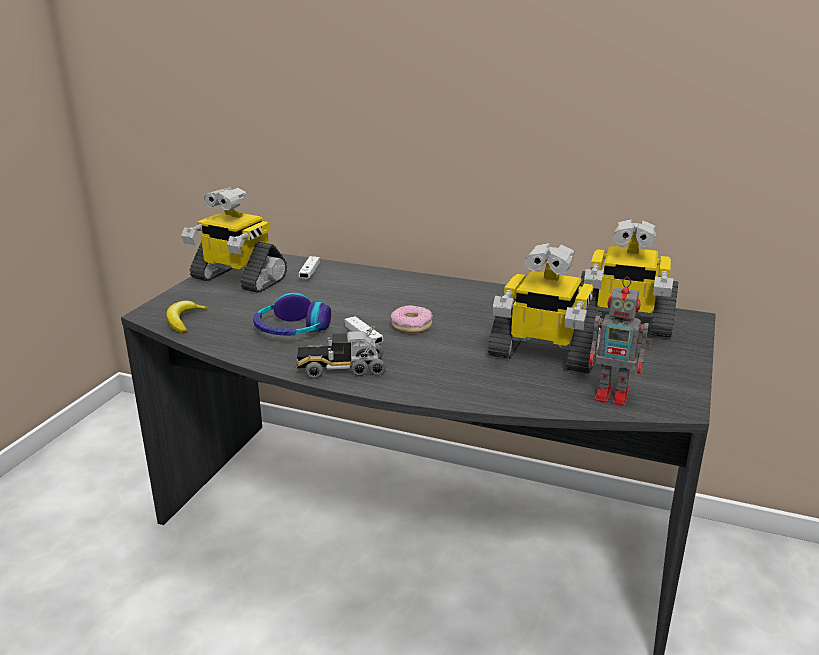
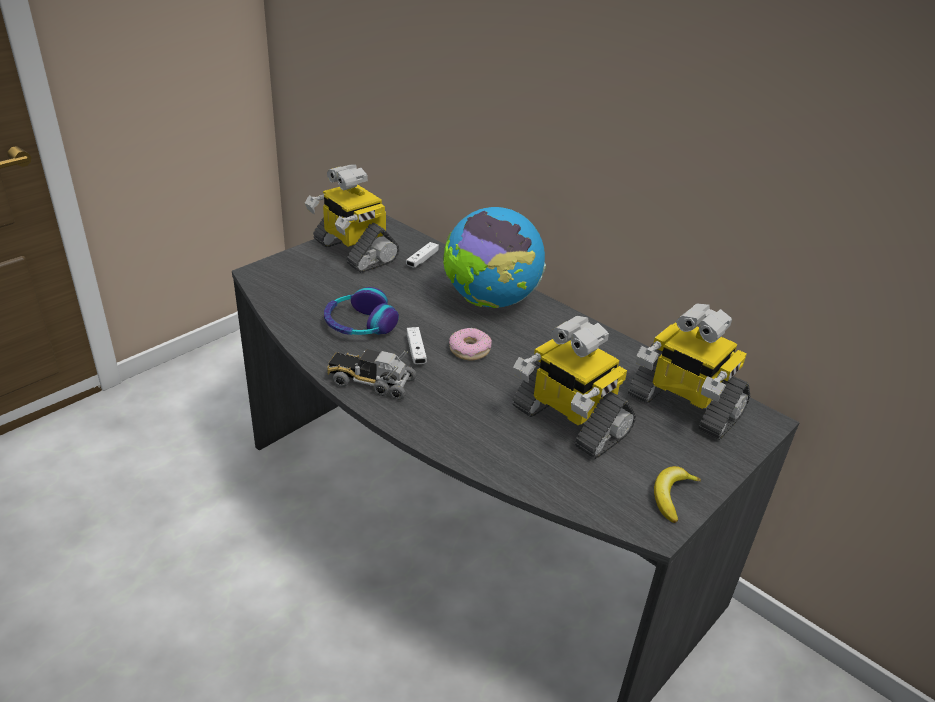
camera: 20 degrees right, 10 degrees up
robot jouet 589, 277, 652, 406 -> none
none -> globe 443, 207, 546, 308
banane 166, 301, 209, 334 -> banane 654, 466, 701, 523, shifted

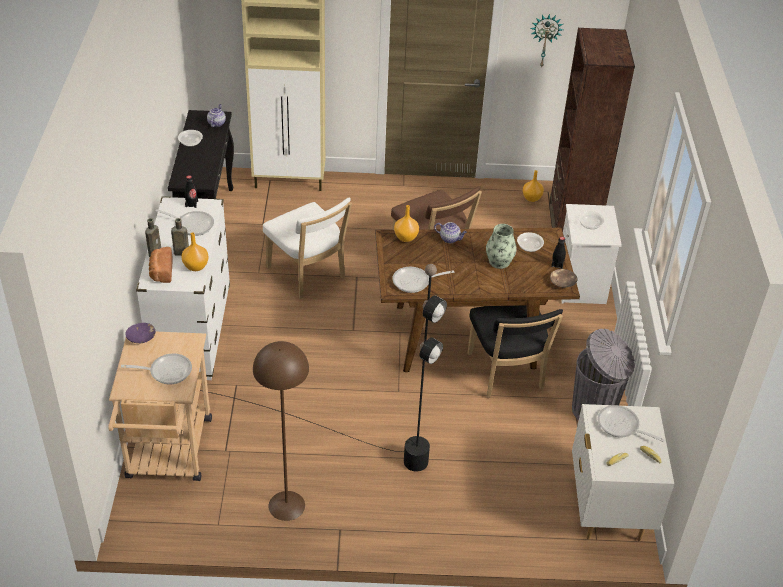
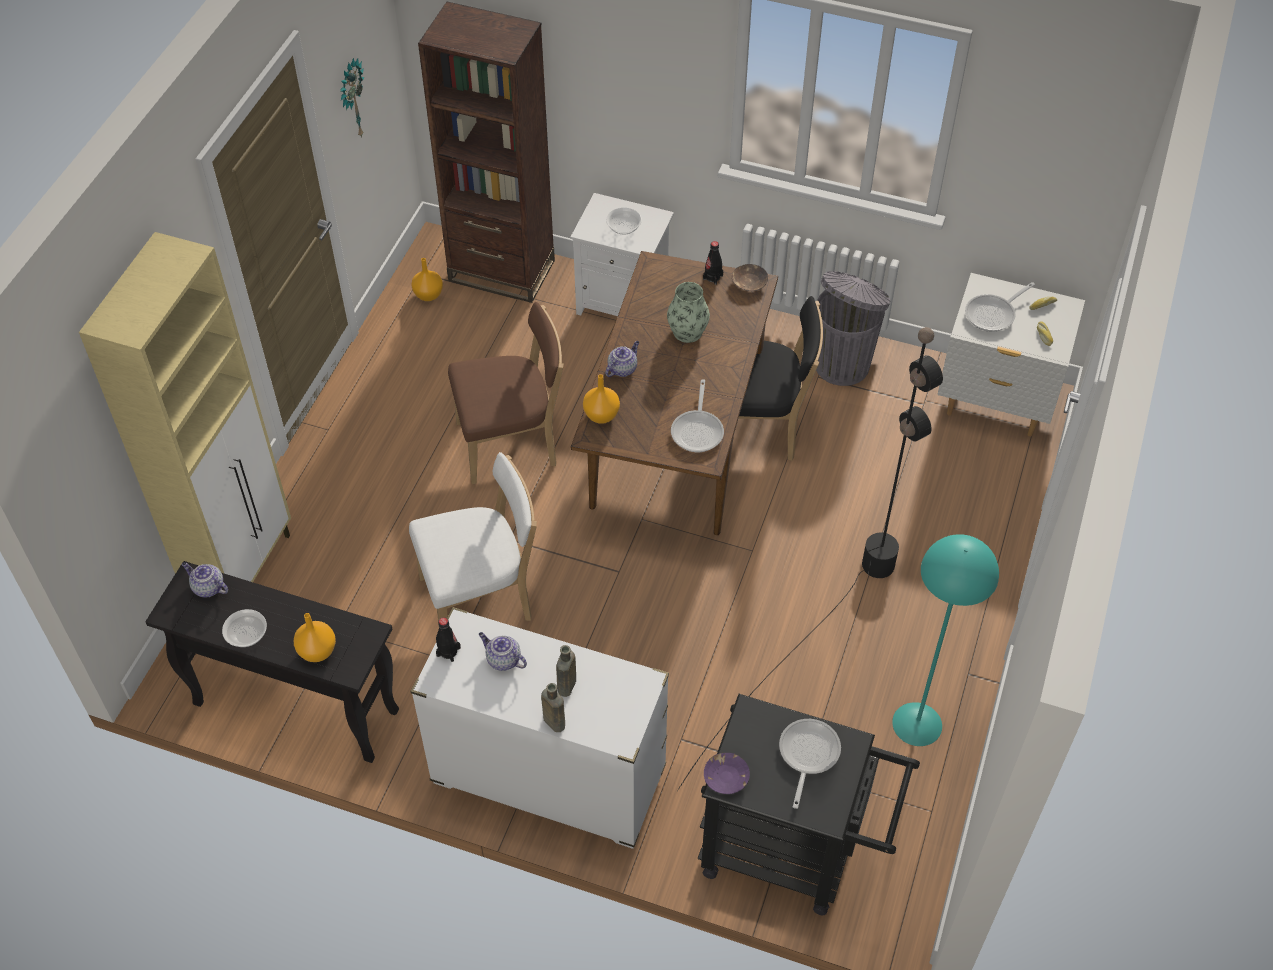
camera: 70 degrees left, 10 degrees up
pain 149, 247, 173, 283 -> none
bol 517, 232, 544, 252 -> none
vase [orange] 181, 232, 209, 271 -> vase [orange] 294, 613, 336, 662, shifted
poêle 156, 209, 214, 236 -> théière 478, 632, 527, 671
chariot [beige] 109, 331, 212, 481 -> chariot [noir] 698, 694, 920, 915
lampadaire [marron] 253, 341, 309, 521 -> lampadaire [turquoise] 892, 534, 999, 746

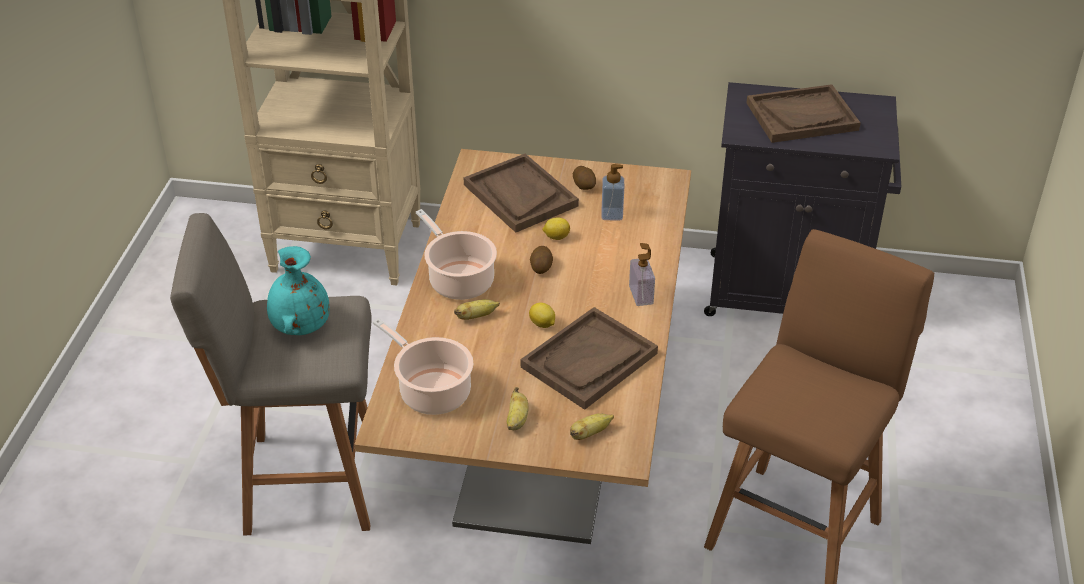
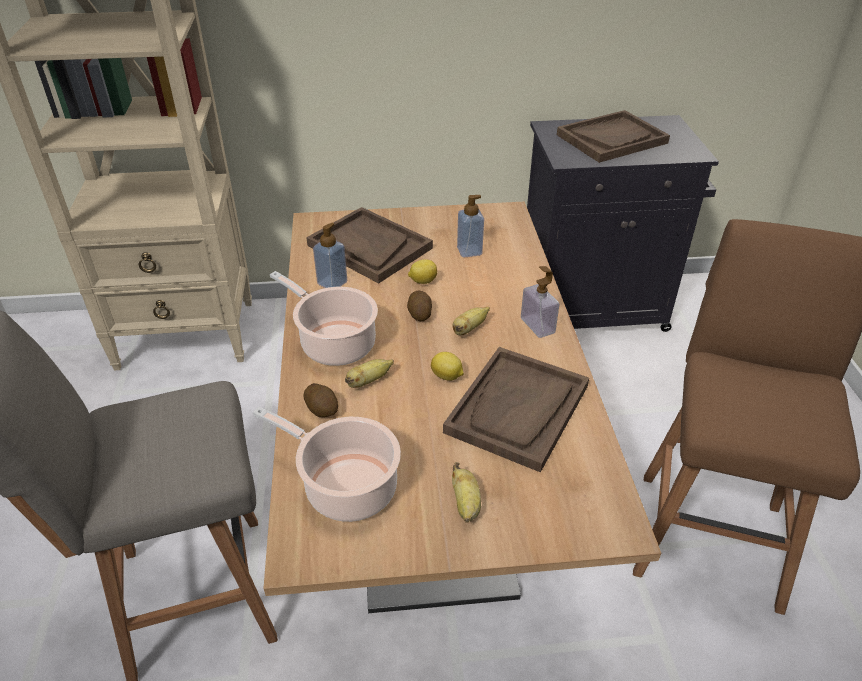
camera: 15 degrees left, 0 degrees up
vase [turquoise] 267, 246, 330, 335 -> none
none -> distributeur de savon 313, 223, 347, 288
banane 570, 413, 614, 440 -> banane 453, 307, 490, 335, shifted
pomme de terre 573, 166, 596, 190 -> pomme de terre 303, 383, 338, 417, shifted

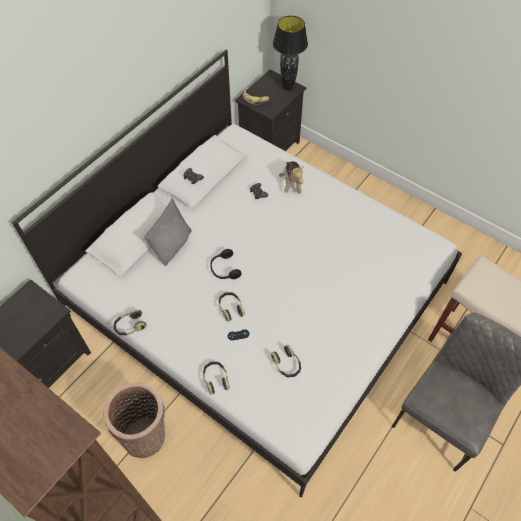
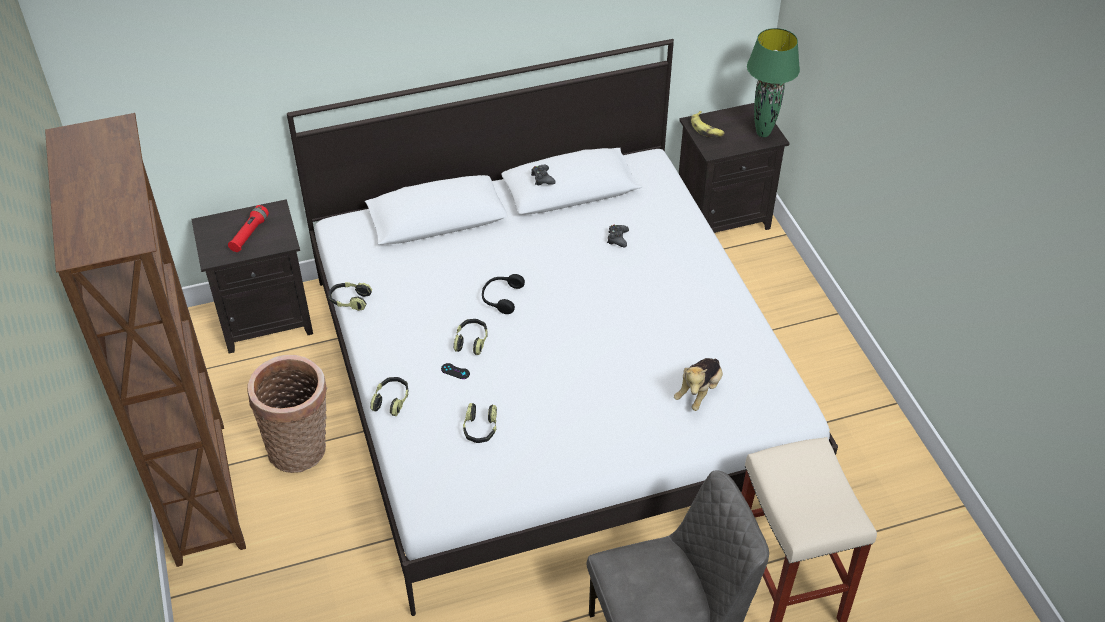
camera: 35 degrees right, 10 degrees down
coussin [gris] 144, 199, 191, 266 -> none
none -> lampe de poche [rouge] 228, 205, 269, 252
peluche 279, 161, 304, 194 -> peluche 674, 358, 723, 411, shifted
lampe de table [noir] 273, 16, 308, 91 -> lampe de table [vert] 747, 28, 800, 137

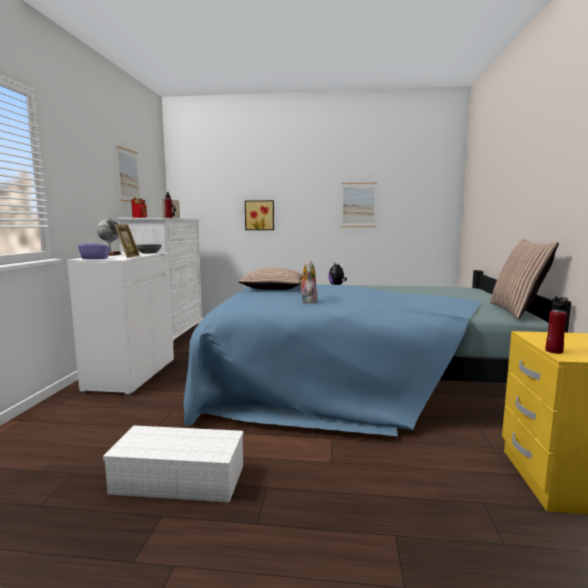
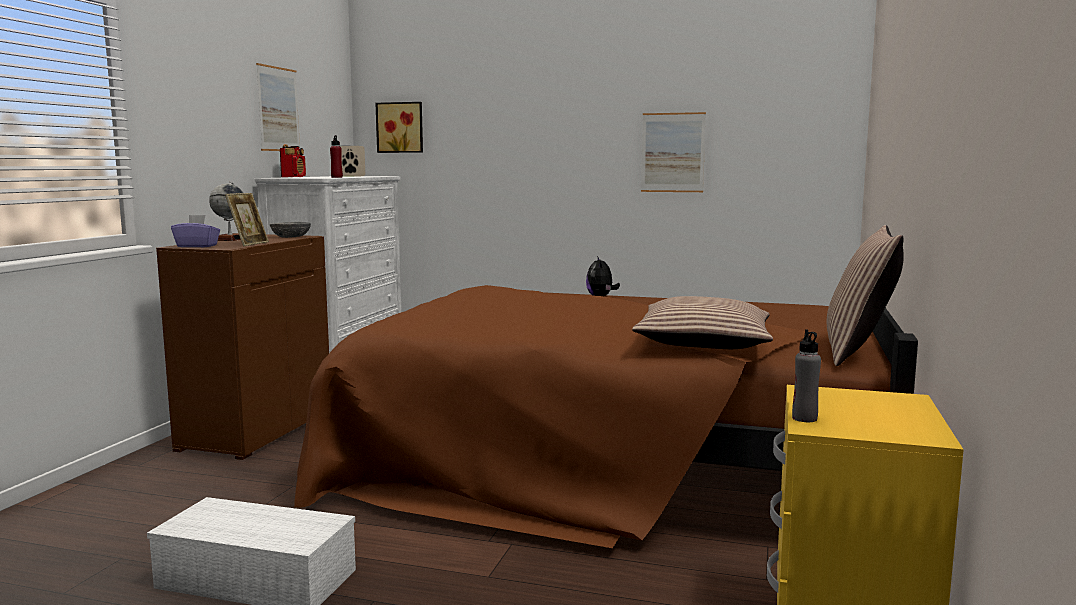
camera: 10 degrees right, 0 degrees up
peluche 299, 260, 318, 303 -> none
coussin 239, 268, 303, 290 -> coussin 632, 296, 773, 349, shifted
tableau 245, 200, 274, 230 -> tableau 375, 102, 423, 153, shifted
meuble de rangement [blanc] 67, 252, 174, 396 -> meuble de rangement [marron] 156, 234, 329, 460
lit [bleu] 183, 270, 571, 436 -> lit [marron] 294, 285, 918, 548
bouteille [rouge] 546, 296, 568, 354 -> bouteille [gris] 792, 329, 821, 422

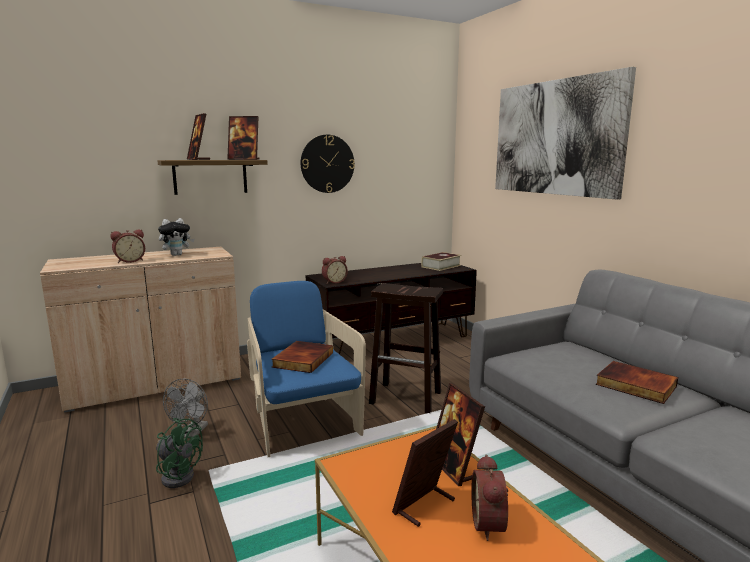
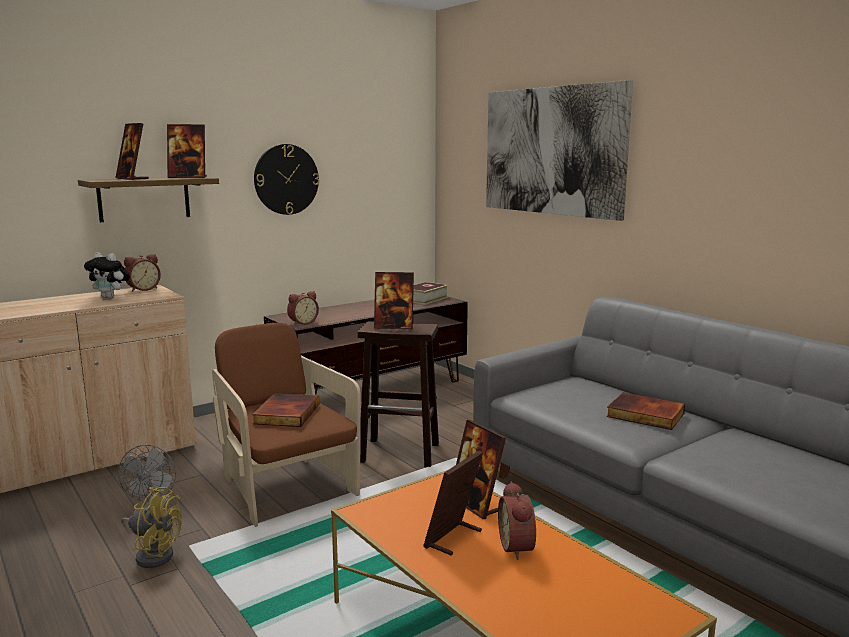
camera: 10 degrees left, 0 degrees up
none -> cadre photo 374, 272, 414, 329
réveil 111, 229, 145, 263 -> réveil 124, 254, 161, 292, shifted
ventilateur [vert] 156, 418, 203, 488 -> ventilateur [jaune] 121, 487, 182, 568
fauteuil [bleu] 247, 281, 366, 457 -> fauteuil [marron] 212, 323, 361, 527
peluche 158, 218, 195, 256 -> peluche 84, 252, 130, 299, 60 degrees clockwise

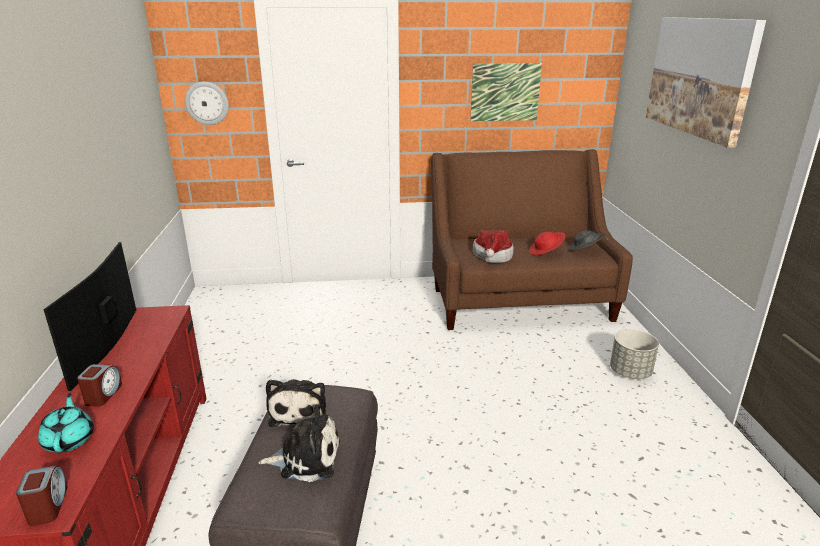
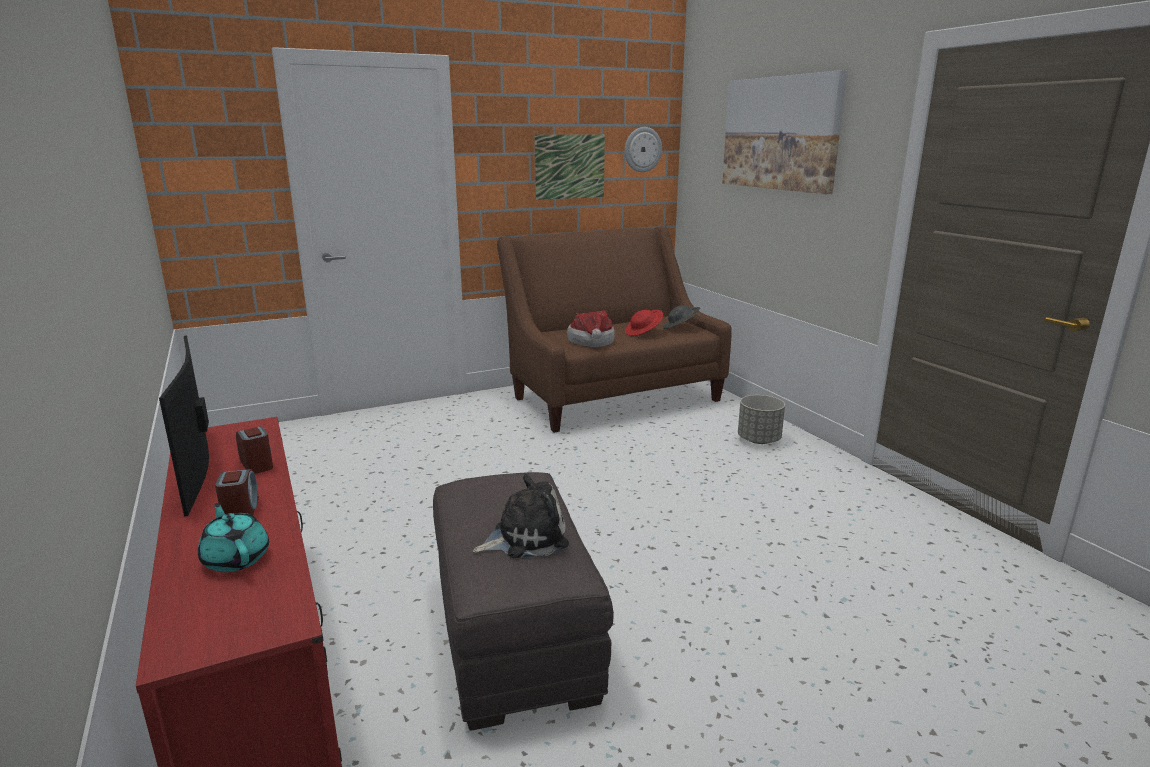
camera: 20 degrees left, 5 degrees down
peluche 266, 379, 326, 427 -> none
réveil 16, 465, 68, 526 -> réveil 236, 426, 273, 474, shifted
horloge murale 185, 82, 229, 125 -> horloge murale 625, 127, 662, 172, shifted

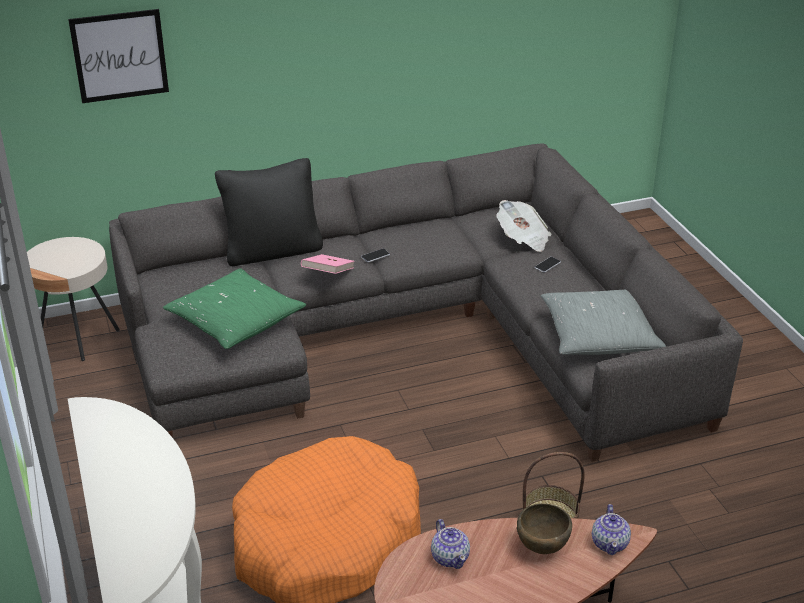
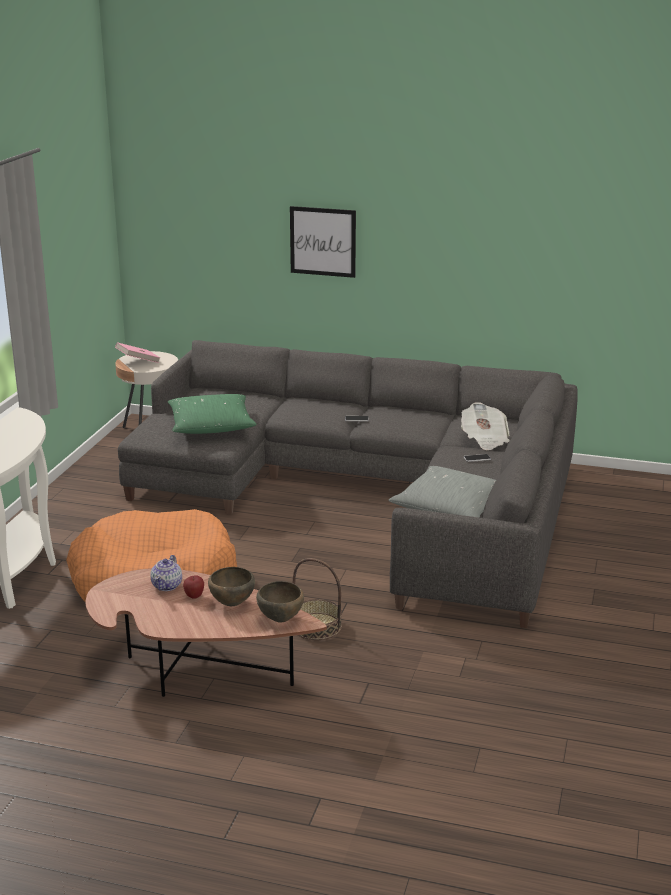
camera: 35 degrees right, 10 degrees down
coussin [noir] 215, 158, 323, 266 -> none
none -> pomme 183, 575, 204, 599
tableau 68, 9, 169, 103 -> tableau 290, 206, 356, 278, shifted
livre [rose] 301, 254, 355, 274 -> livre [rose] 115, 342, 160, 363, shifted
théière 592, 504, 631, 555 -> bol [marron] 256, 581, 304, 623

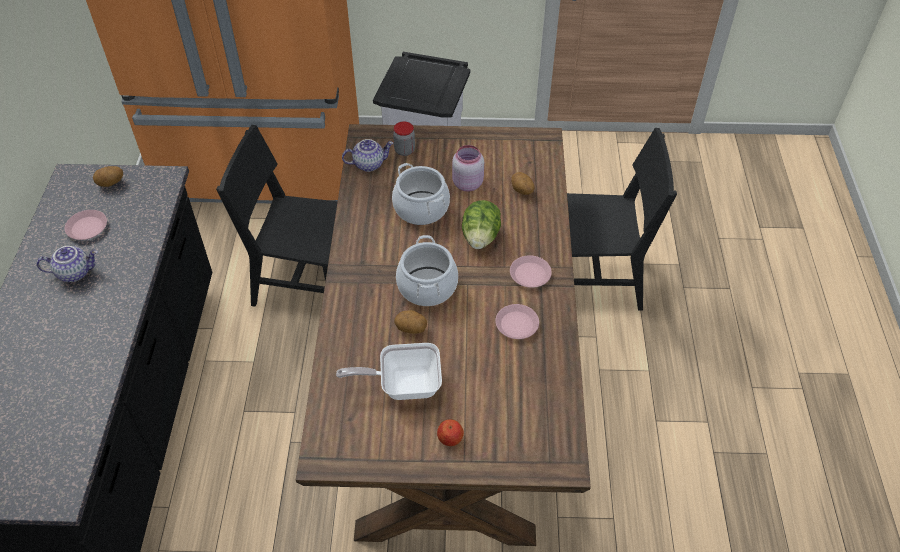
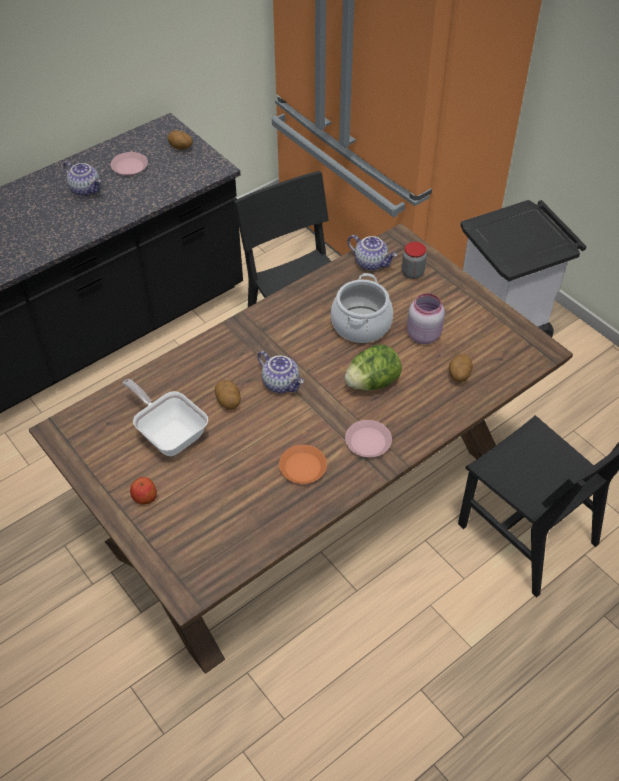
camera: 50 degrees right, 0 degrees up
marmite 396, 235, 458, 306 -> théière 257, 351, 304, 393
assiette [rose] 495, 304, 539, 339 -> assiette [orange] 279, 445, 327, 484

